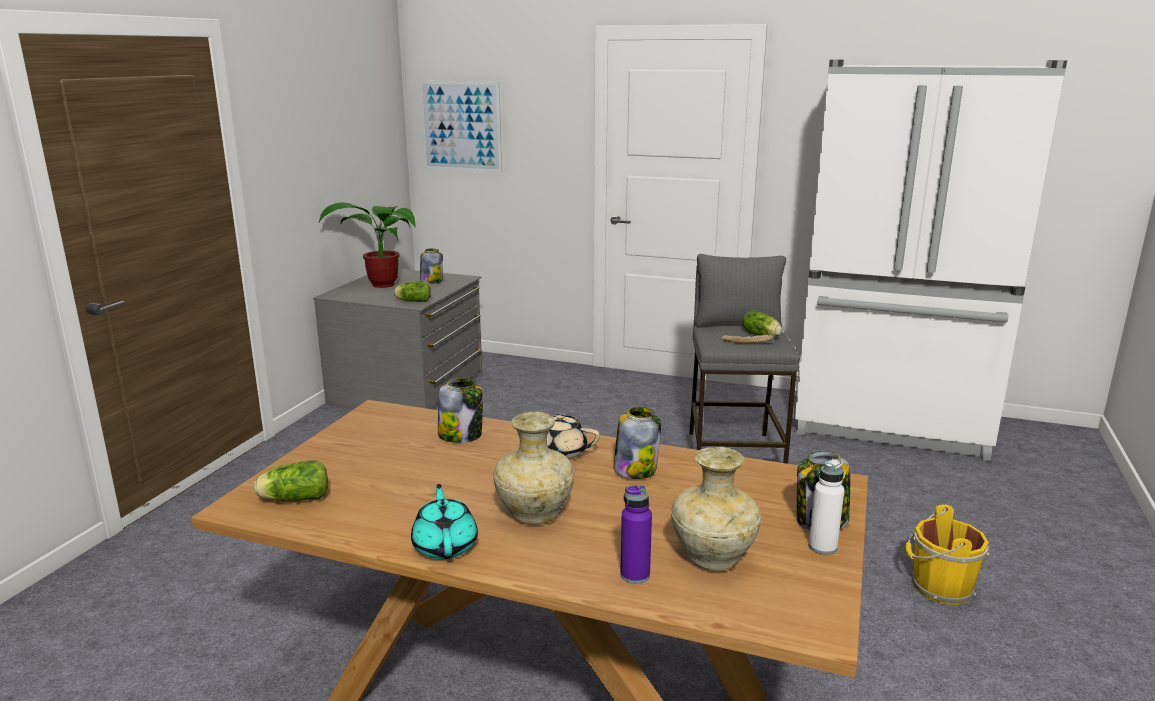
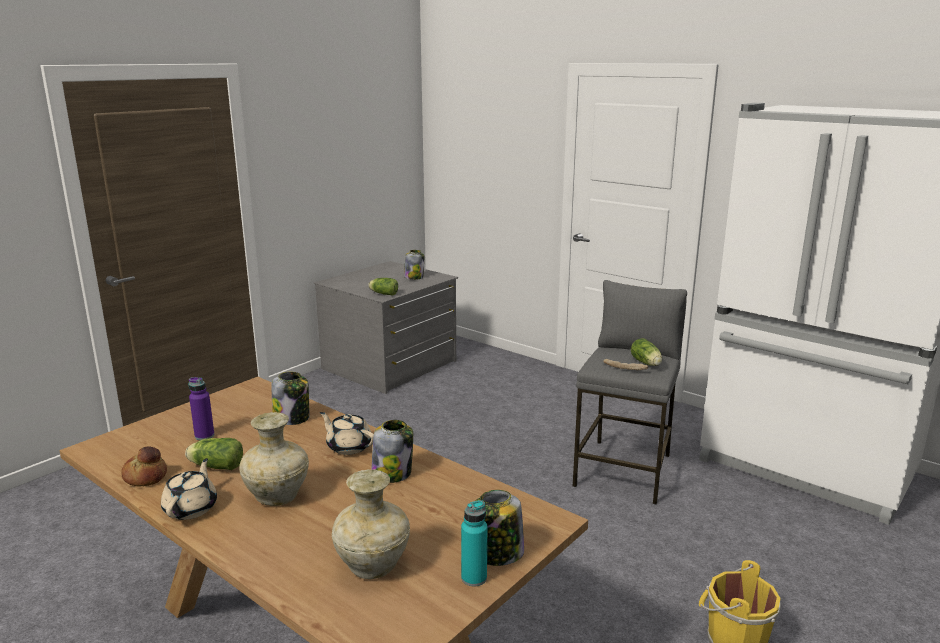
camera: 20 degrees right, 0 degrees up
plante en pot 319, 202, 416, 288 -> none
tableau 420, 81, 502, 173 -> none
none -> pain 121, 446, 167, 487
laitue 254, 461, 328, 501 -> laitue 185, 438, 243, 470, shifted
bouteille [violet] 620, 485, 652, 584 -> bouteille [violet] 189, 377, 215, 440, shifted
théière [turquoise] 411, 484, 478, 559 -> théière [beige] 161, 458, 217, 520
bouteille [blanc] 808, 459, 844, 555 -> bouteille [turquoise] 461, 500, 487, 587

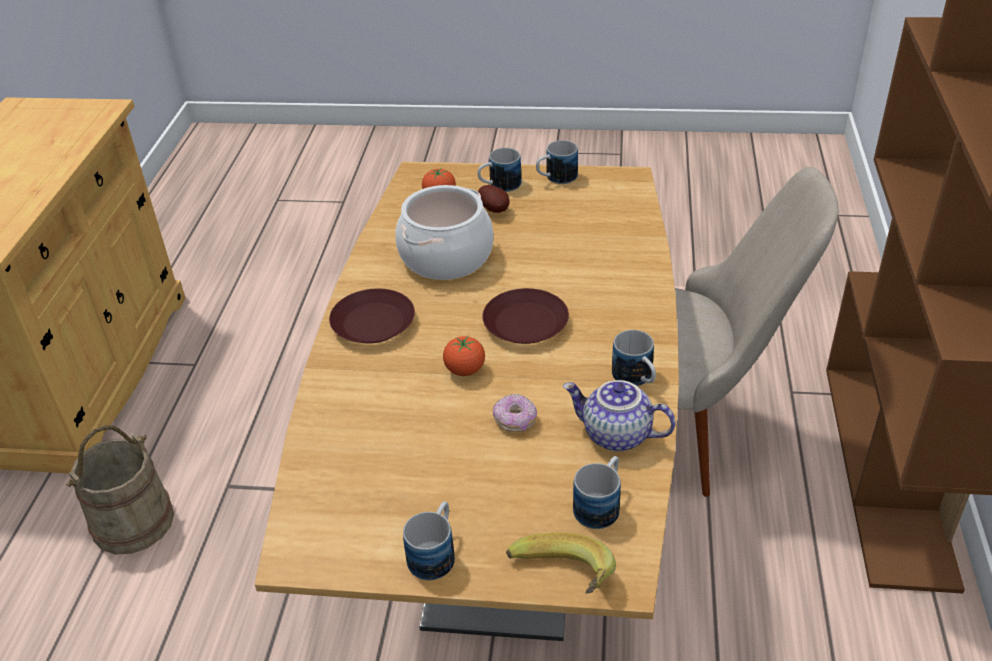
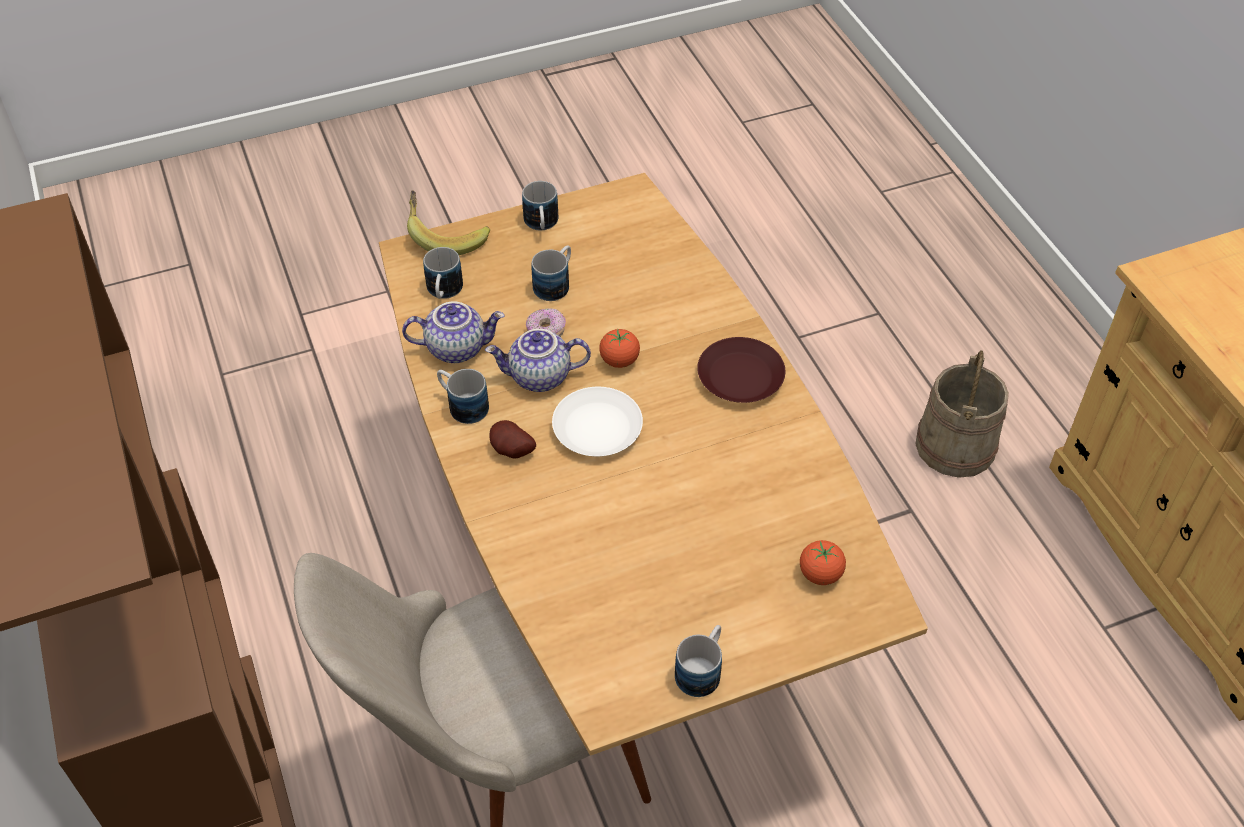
camera: 150 degrees right, 10 degrees up
marmite 396, 185, 494, 280 -> none
none -> théière 485, 329, 591, 392
mug 477, 148, 522, 192 -> mug 531, 245, 571, 301, shifted
pomme de terre 478, 185, 510, 213 -> pomme de terre 489, 420, 536, 459, shifted
assiette [marron] 482, 288, 569, 344 -> assiette [blanc] 552, 387, 643, 456

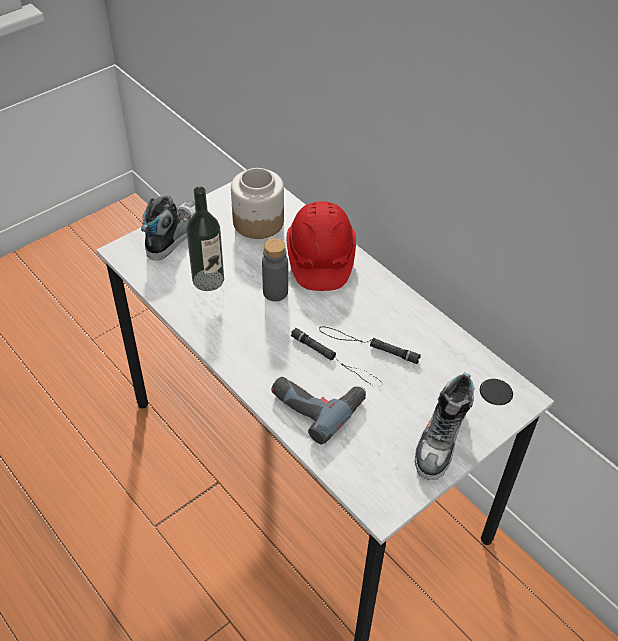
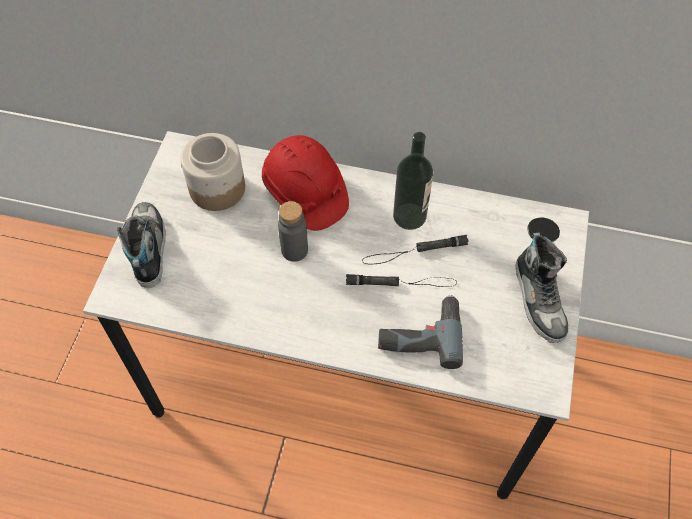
camera: 35 degrees left, 10 degrees up
bouteille 186, 186, 224, 291 -> bouteille 393, 132, 433, 230, shifted

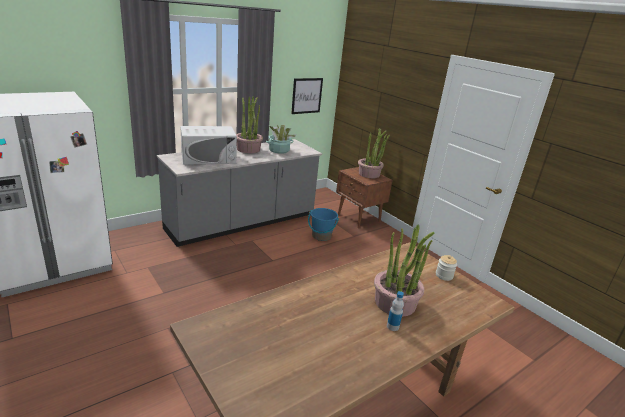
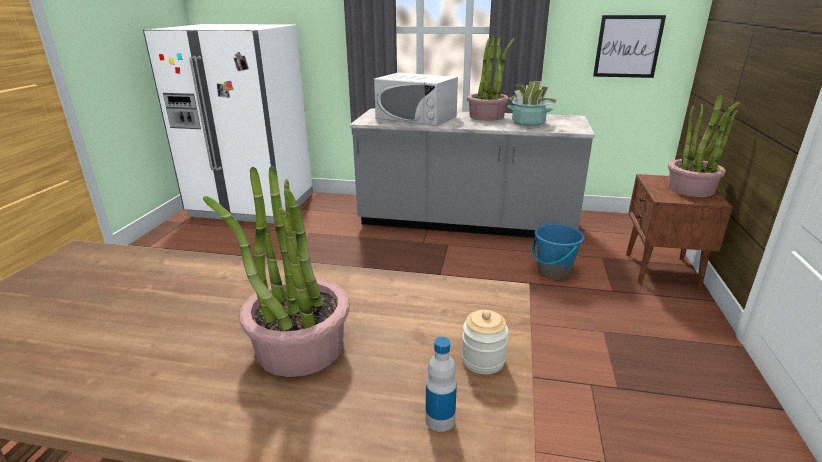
camera: 50 degrees right, 0 degrees up
bouteille 387, 291, 404, 331 -> bouteille 426, 337, 457, 432, shifted

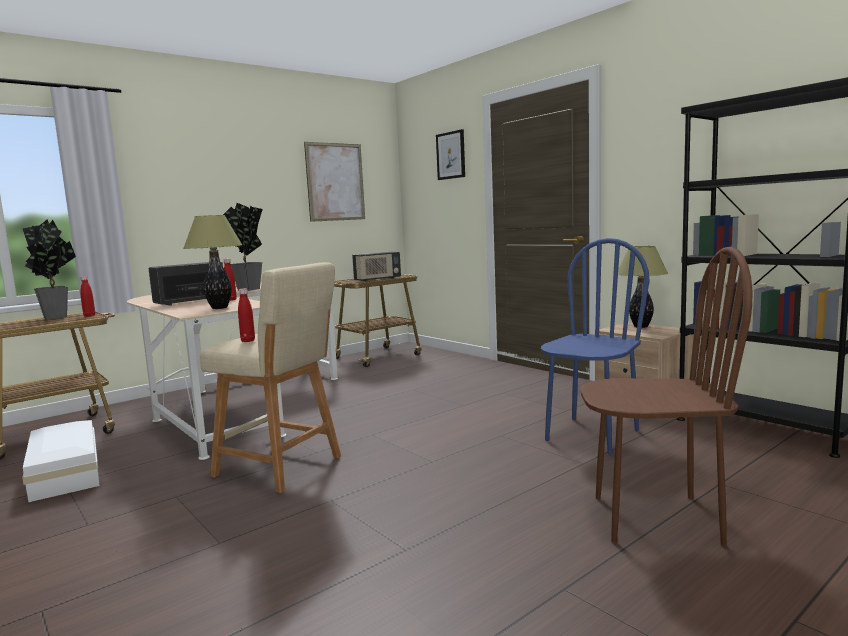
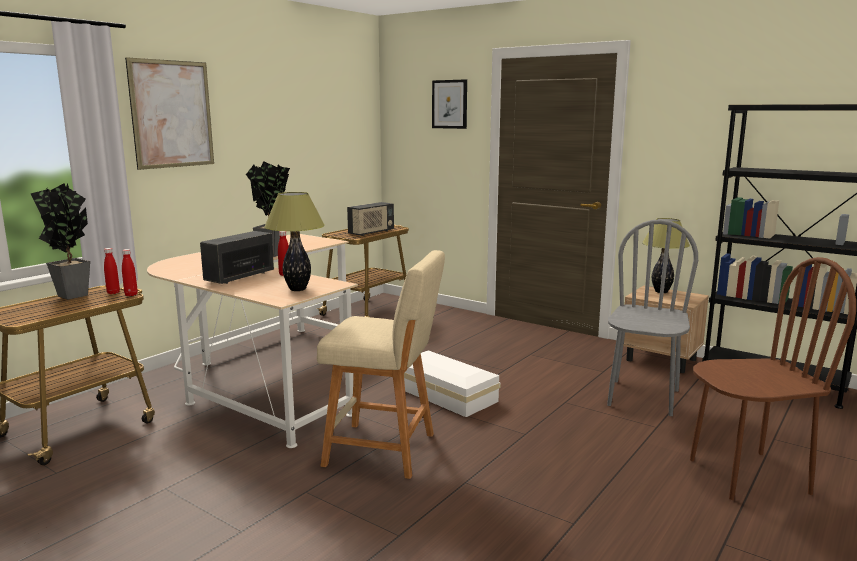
camera: 15 degrees left, 5 degrees up
boîte de rangement [blanc] 22, 420, 99, 502 -> boîte de rangement [blanc] 404, 350, 501, 417, shifted
bouteille [rouge] 238, 288, 255, 342 -> bouteille [rouge] 122, 249, 138, 296, shifted
tableau 304, 142, 365, 222 -> tableau 125, 57, 214, 170, shifted
chaise [bleu] 541, 238, 649, 454 -> chaise [gris] 607, 220, 698, 416

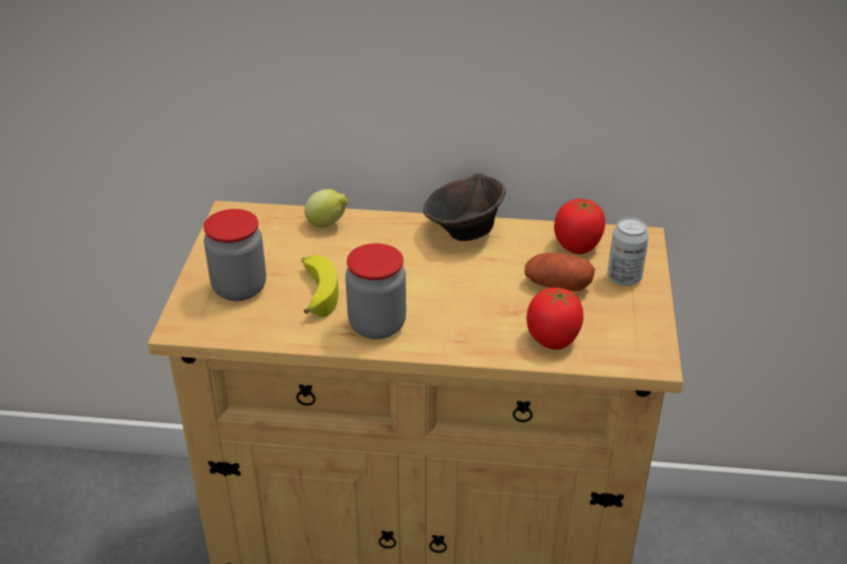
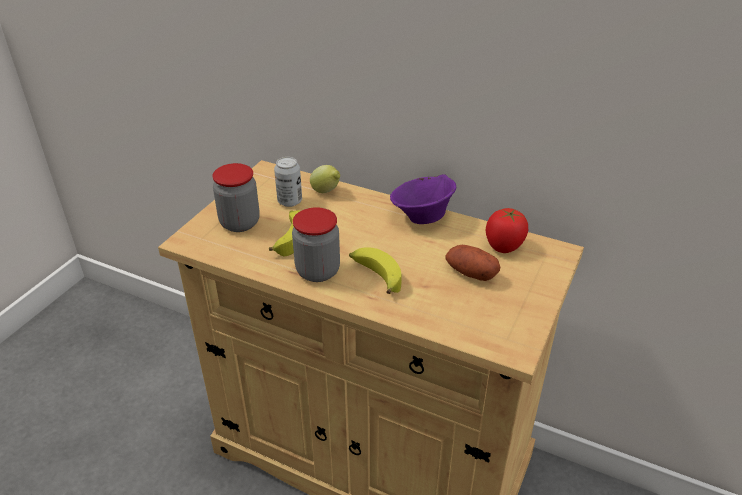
camera: 20 degrees right, 0 degrees up
tomate 526, 288, 584, 350 -> none
none -> banane 349, 247, 402, 294
boîte métallique 608, 218, 649, 286 -> boîte métallique 274, 157, 302, 207, shifted
bol [marron] 423, 173, 506, 241 -> bol [violet] 390, 174, 456, 224

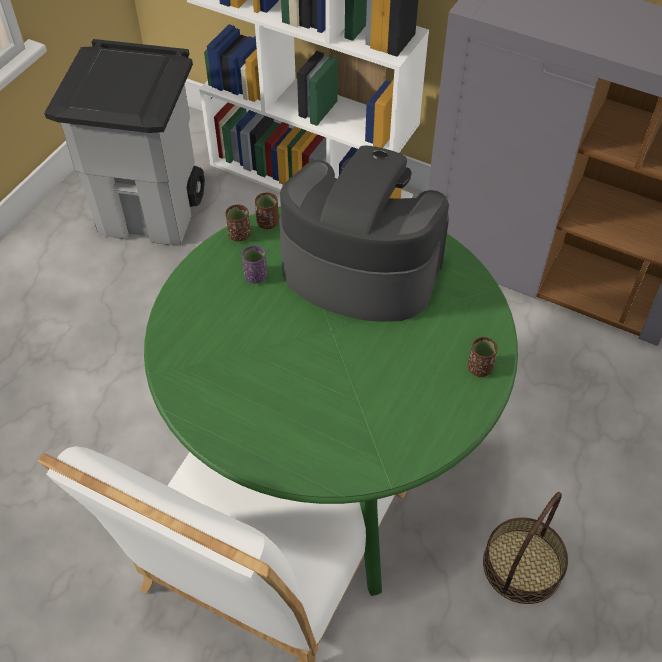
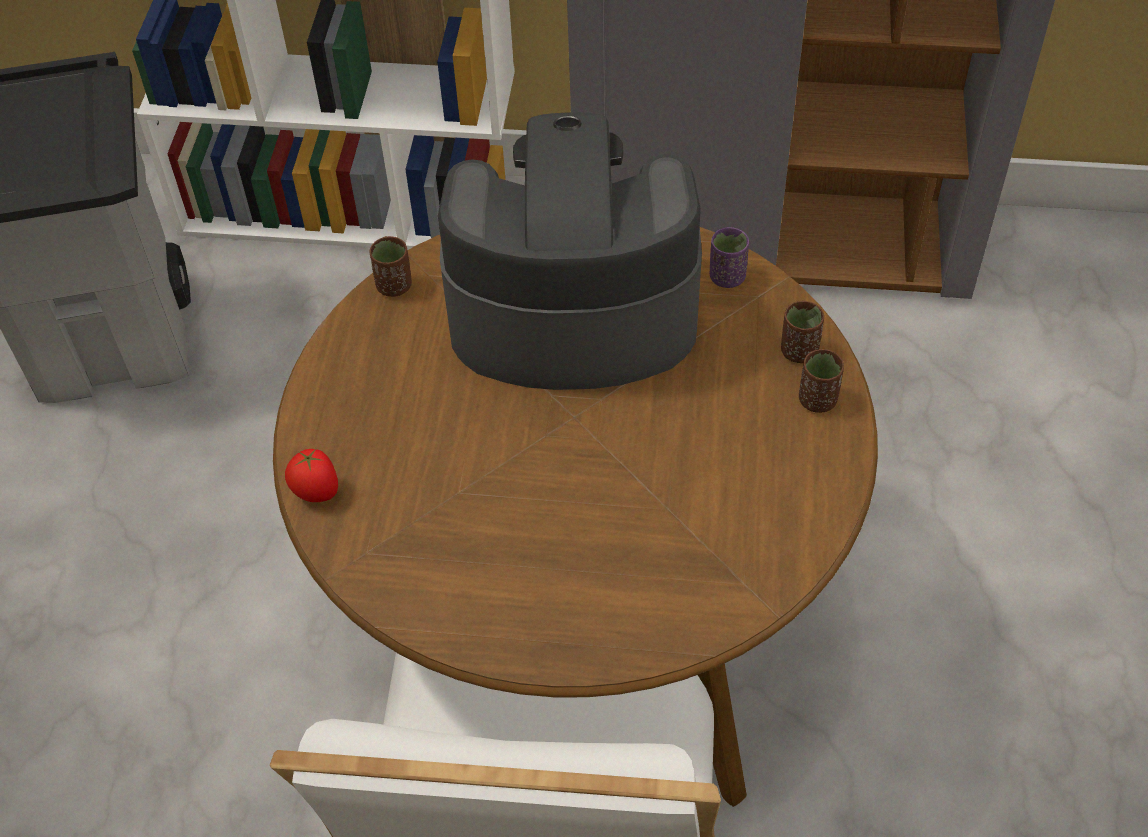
camera: 20 degrees left, 0 degrees up
panier 483, 492, 568, 604 -> none
none -> tomate 285, 449, 338, 502
tasse [marron] 226, 205, 251, 242 -> tasse [marron] 781, 301, 824, 363, shifted
tasse [violet] 242, 245, 267, 283 -> tasse [violet] 710, 227, 749, 288, shifted
table à manger [vert] 144, 206, 518, 596 -> table à manger [marron] 273, 227, 878, 807

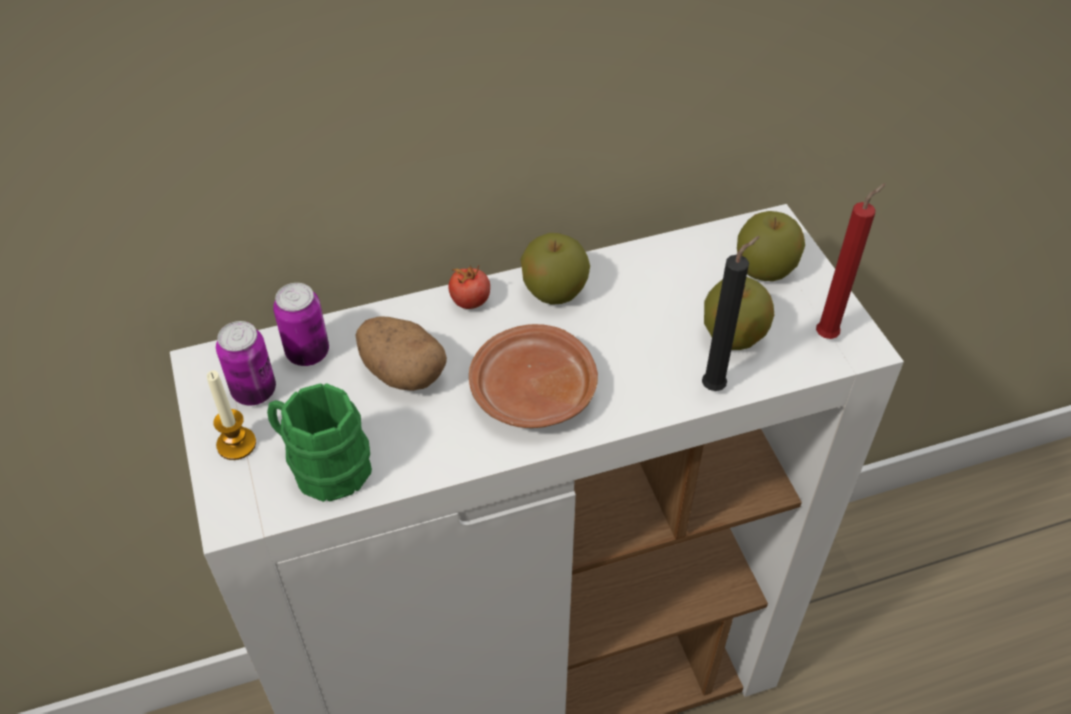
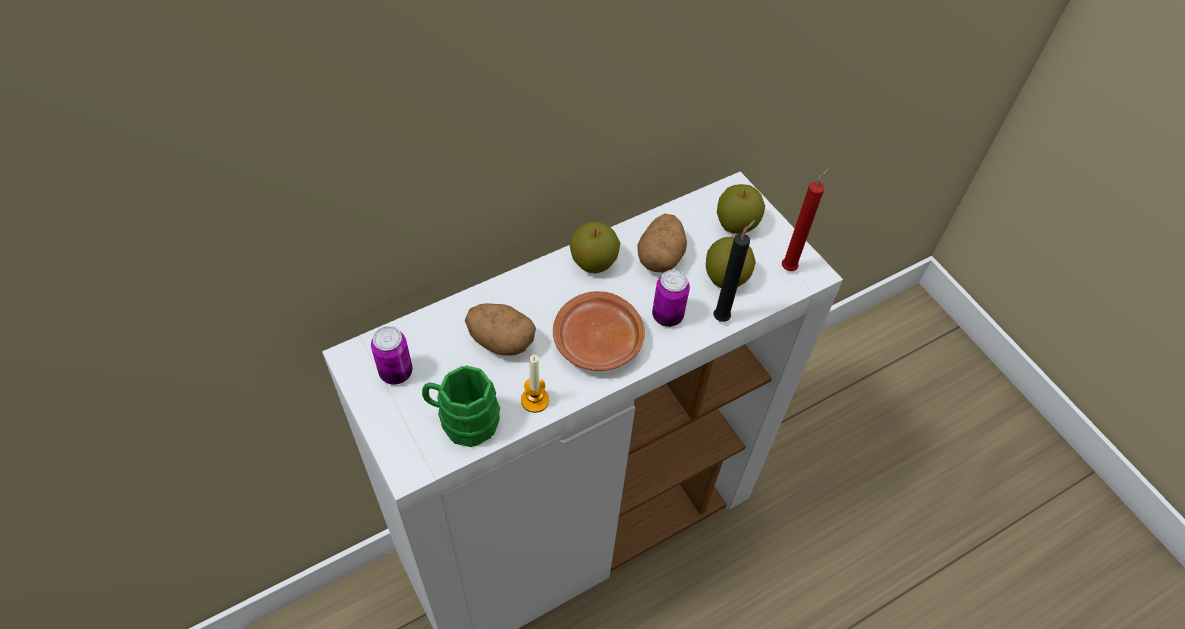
camera: 15 degrees left, 5 degrees up
tomate 448, 265, 490, 309 -> none
none -> pomme de terre 637, 214, 687, 273
bougie 207, 370, 256, 460 -> bougie 521, 355, 549, 413, shifted
boîte métallique 273, 283, 329, 366 -> boîte métallique 652, 270, 690, 327, shifted

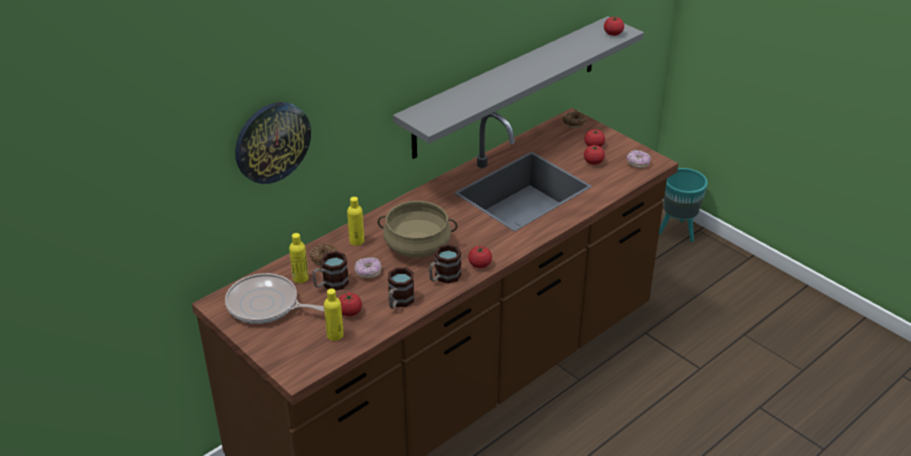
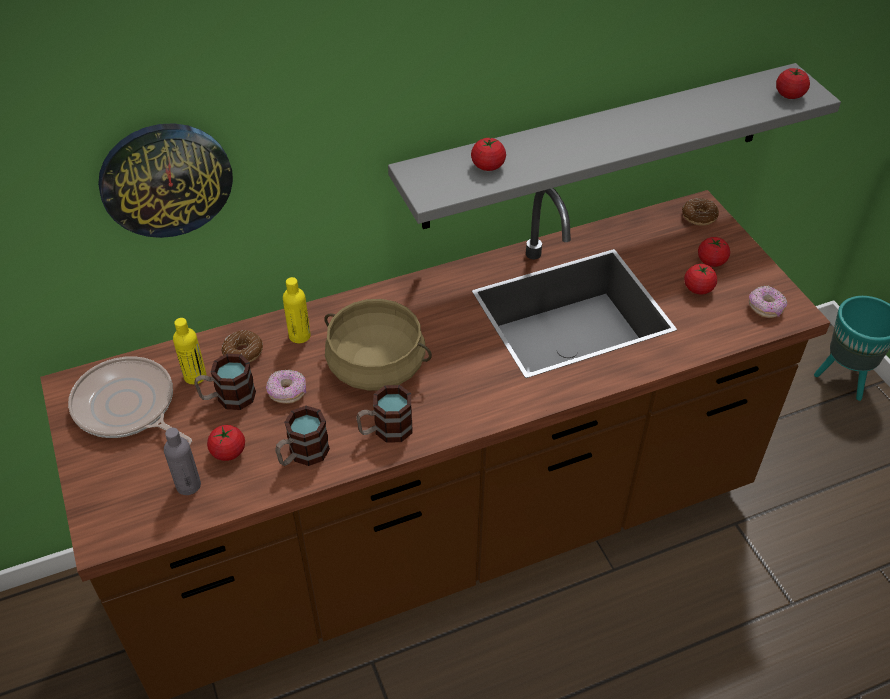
camera: 20 degrees right, 10 degrees up
tomate 468, 245, 492, 268 -> tomate 471, 136, 506, 171, shifted
bouteille [jaune] 324, 288, 344, 341 -> bouteille [gris] 164, 428, 201, 495

